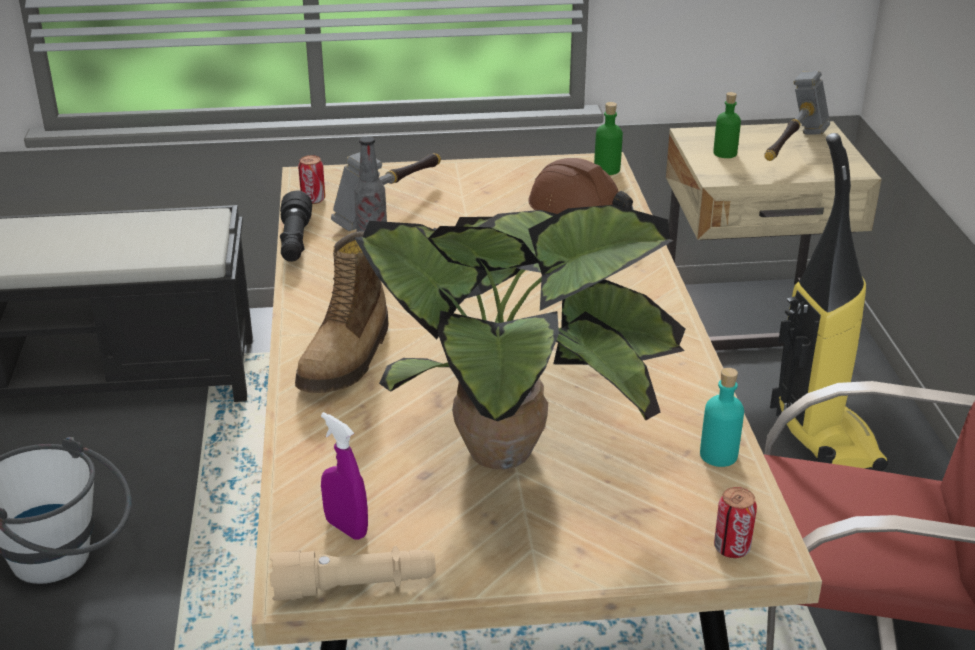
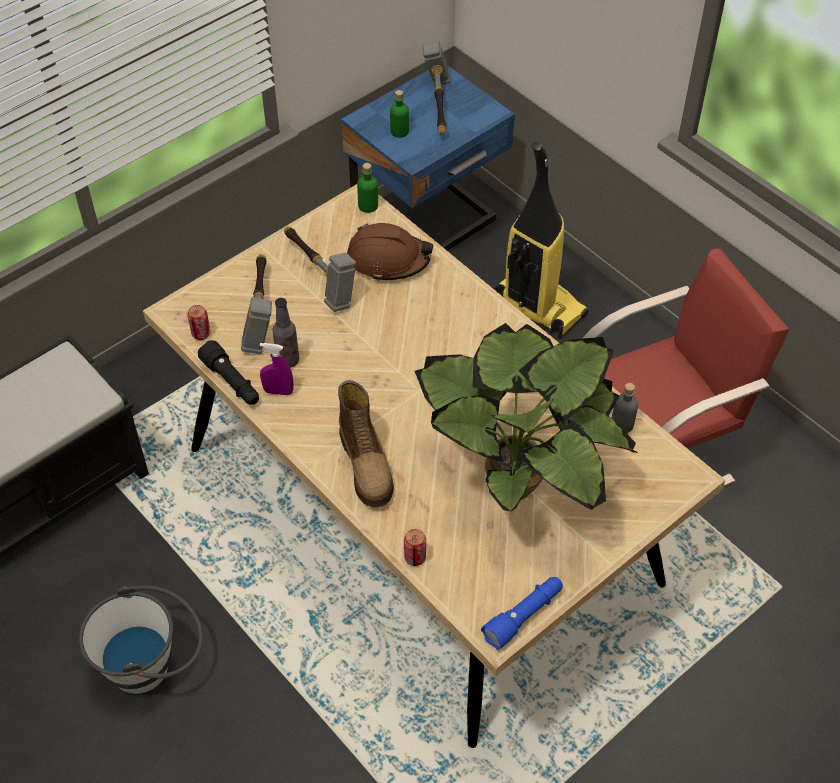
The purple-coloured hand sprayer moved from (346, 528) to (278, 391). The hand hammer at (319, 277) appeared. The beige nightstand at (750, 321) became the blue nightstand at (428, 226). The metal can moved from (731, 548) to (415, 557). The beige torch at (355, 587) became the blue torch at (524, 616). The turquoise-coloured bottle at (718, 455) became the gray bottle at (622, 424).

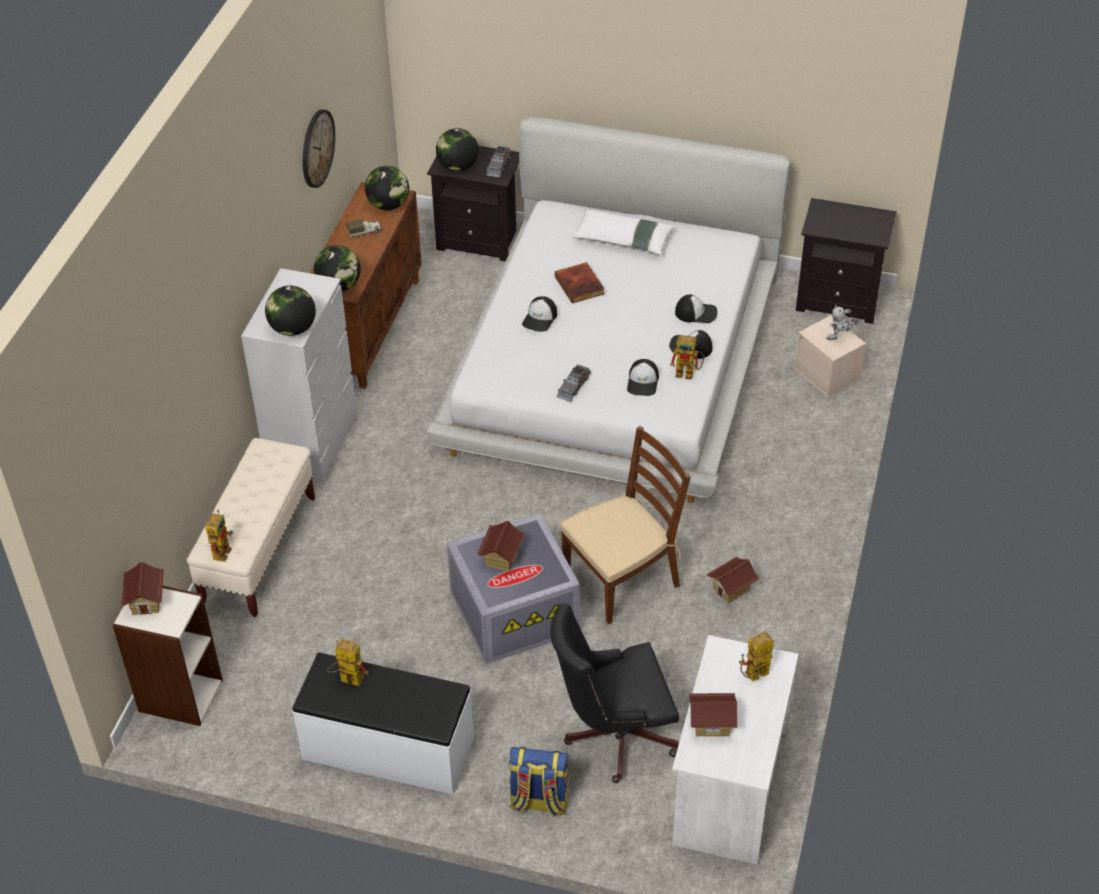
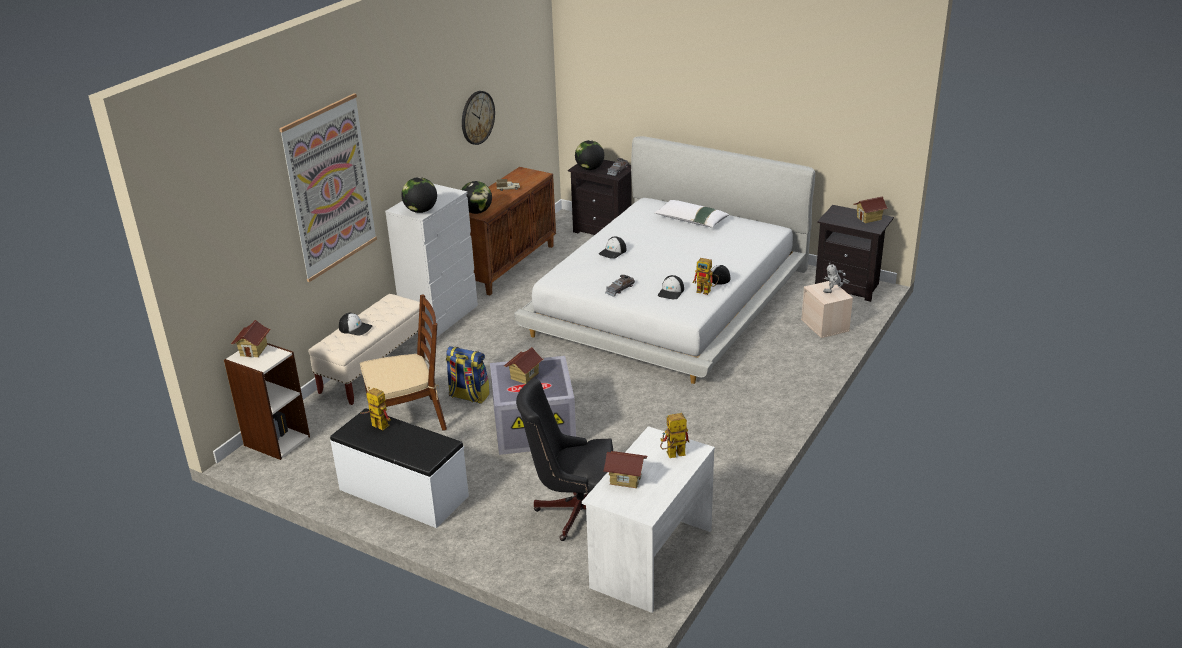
The wall art at (330, 187) appeared. The cap moved from (696, 312) to (355, 328). The brown upright chair moved from (622, 579) to (408, 420). The rucksack moved from (539, 801) to (468, 396). The toy house moved from (731, 590) to (869, 218). The toy robot at (222, 550) disappeared. The world globe at (388, 205) disappeared. The bound book at (580, 285) disappeared.

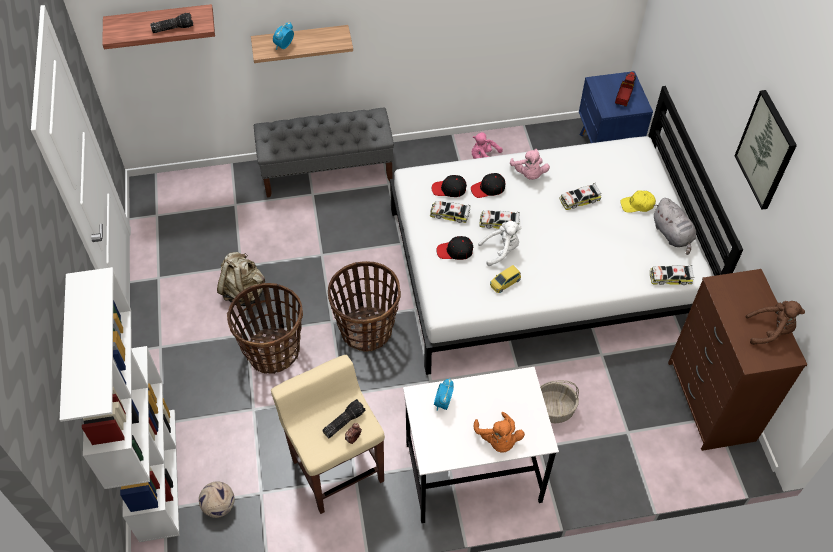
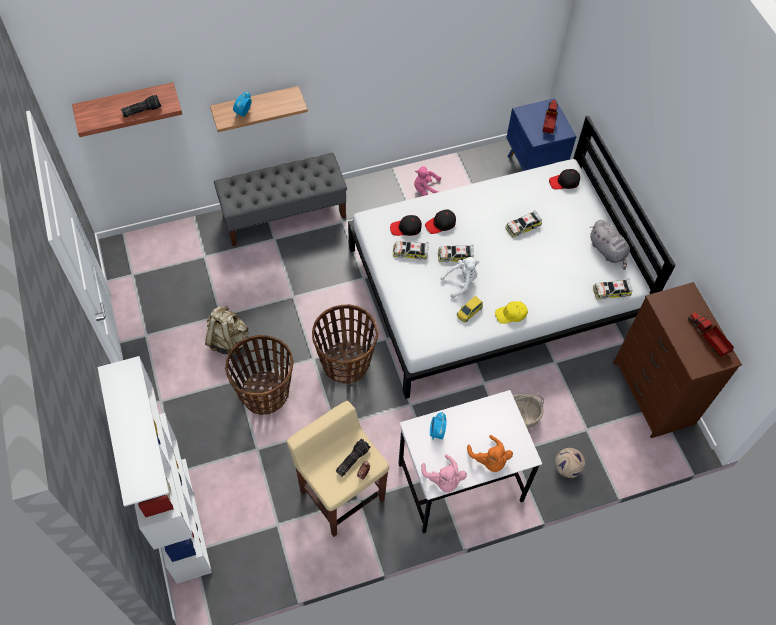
The pink-coloured cuddly toy moved from (528, 174) to (443, 479). The yellow cap moved from (637, 205) to (511, 314). The blackish cap moved from (455, 251) to (564, 182). The football ball moved from (219, 506) to (567, 468). The brown cuddly toy at (770, 331) was replaced by the model truck at (708, 338). The wall art at (766, 150) disappeared.

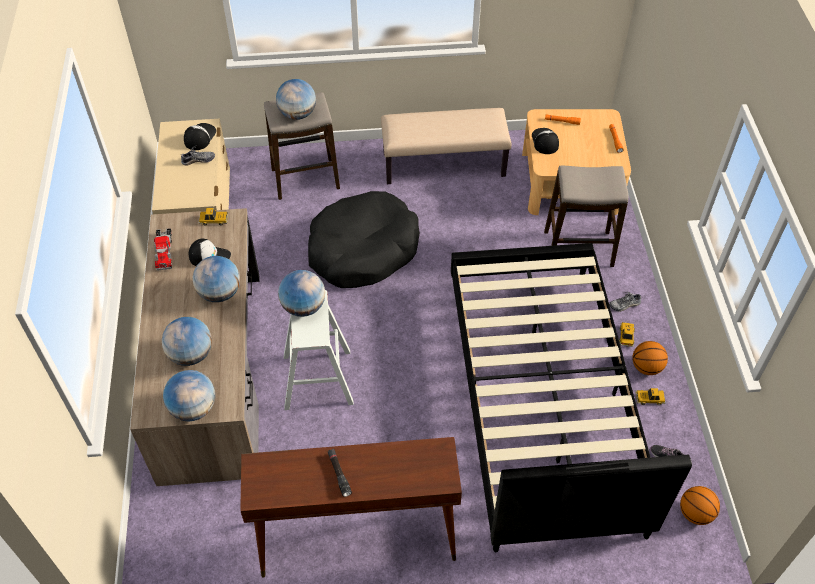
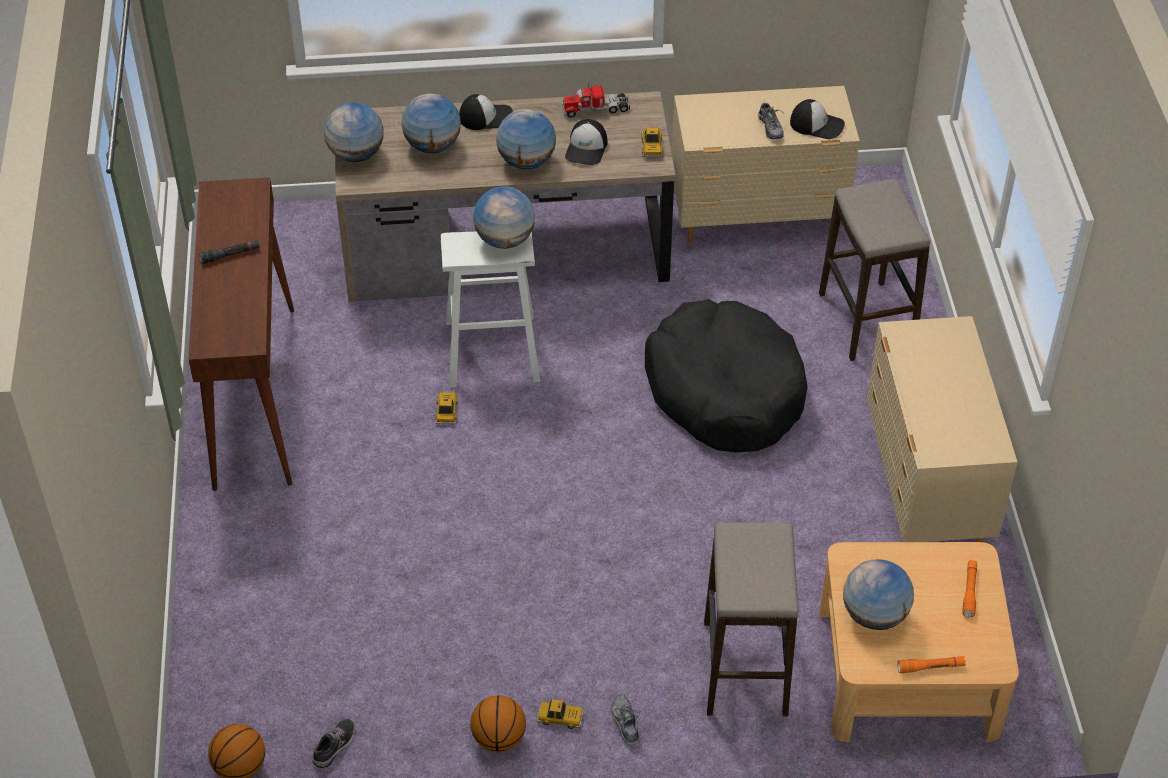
The toy car moved from (649, 398) to (446, 411). The cap moved from (544, 141) to (486, 117). The world globe moved from (298, 114) to (874, 615). The beige bench at (444, 164) was replaced by the beige dresser at (925, 492). The blackish bedroom bed at (542, 401) disappeared.

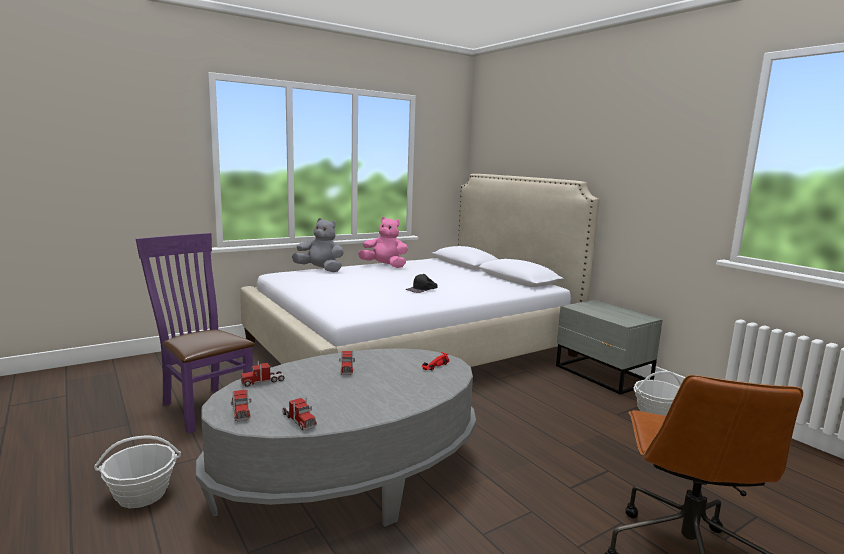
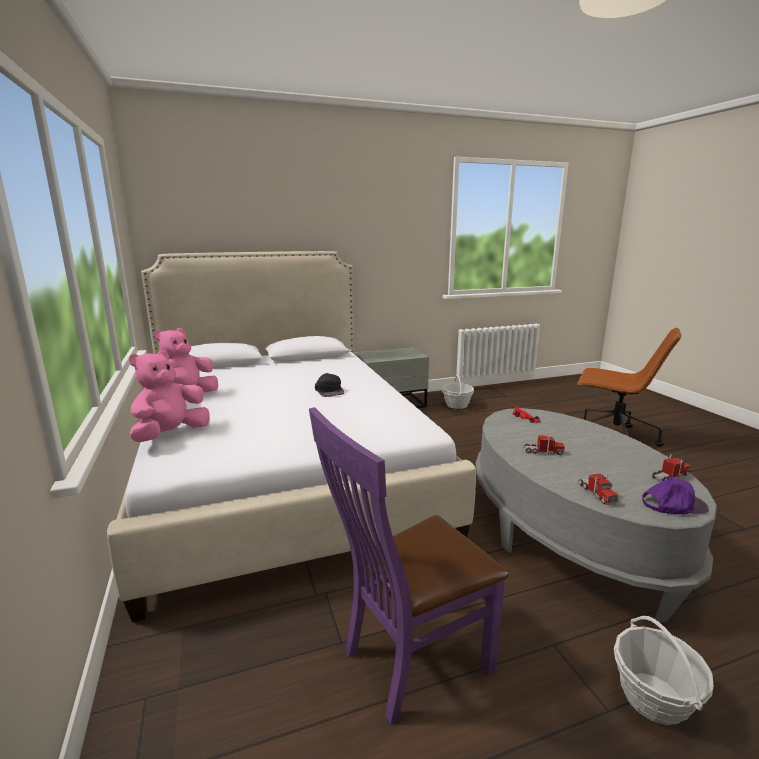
The gray cuddly toy at (320, 270) became the pink-coloured cuddly toy at (171, 435). The model truck at (241, 411) was replaced by the purple-coloured cap at (673, 504).

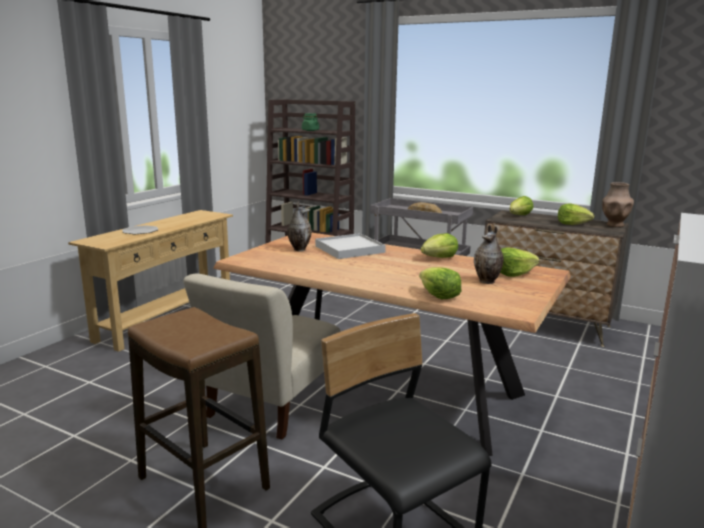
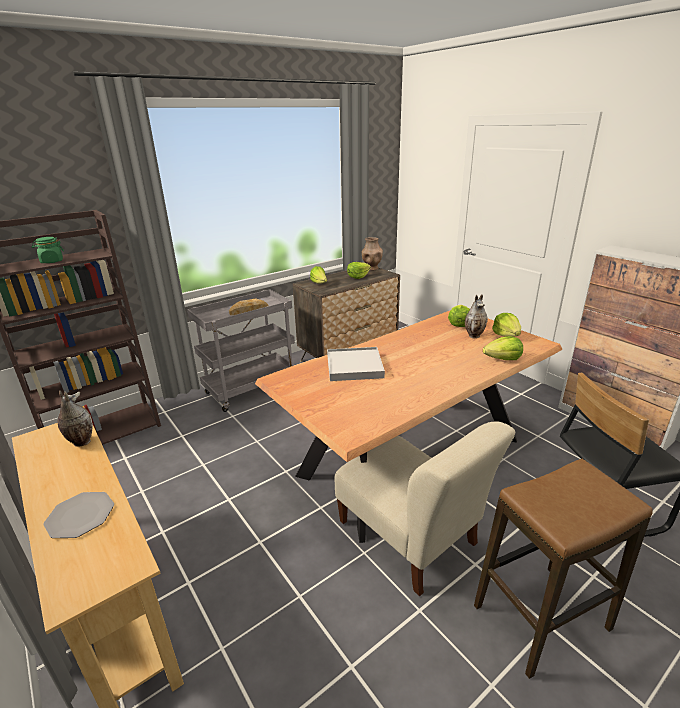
The flower vase moved from (299, 249) to (81, 442). The lettuce moved from (439, 258) to (506, 335).

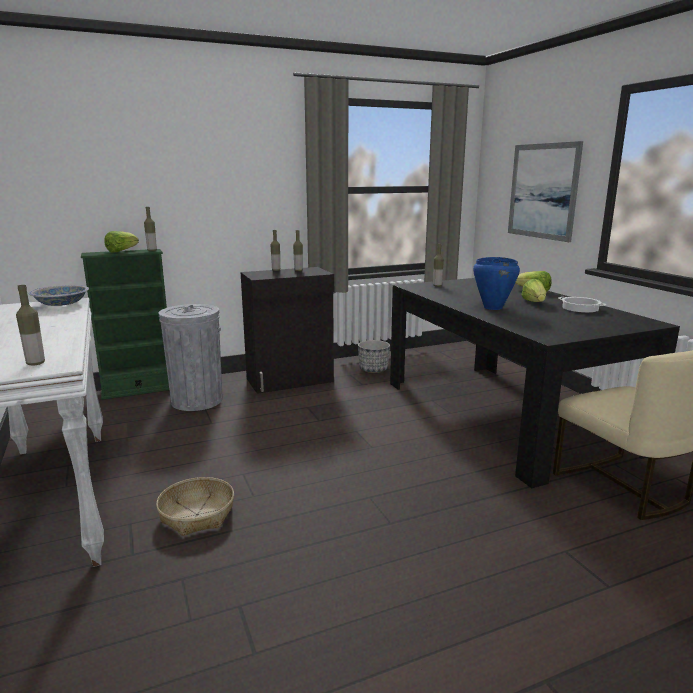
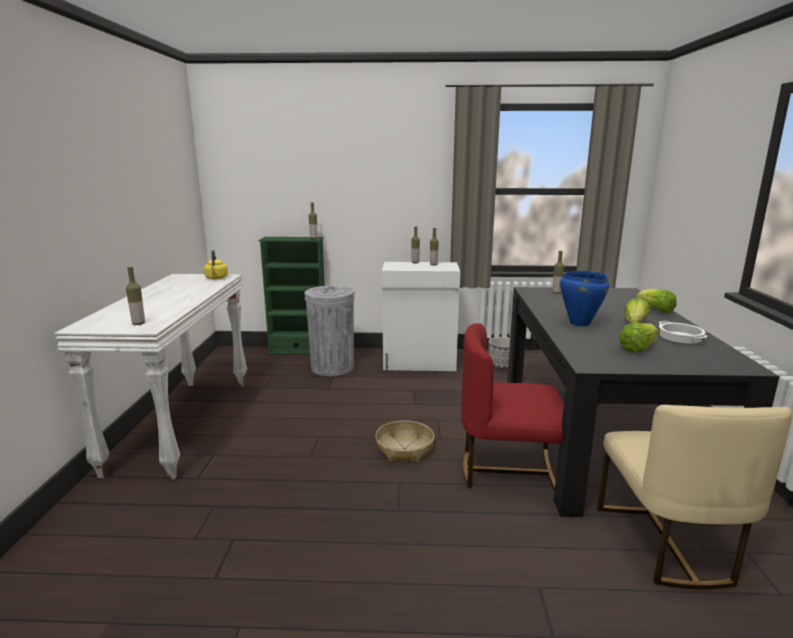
The bowl at (61, 304) was replaced by the yellow kettle at (216, 278). The household basket moved from (197, 514) to (404, 448). The blackish cupboard at (291, 380) became the whitish cupboard at (420, 363). The reddish upright chair at (509, 472) appeared. The lettuce moved from (121, 251) to (637, 348). The wall art at (542, 191) disappeared.

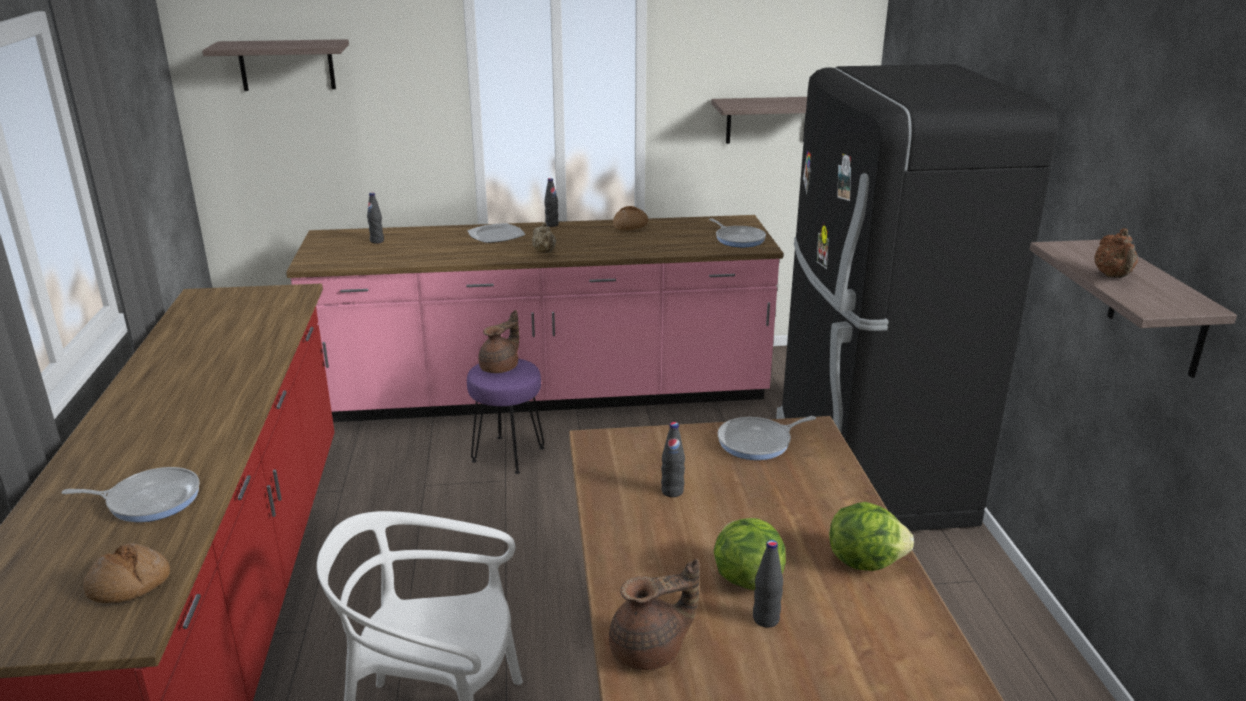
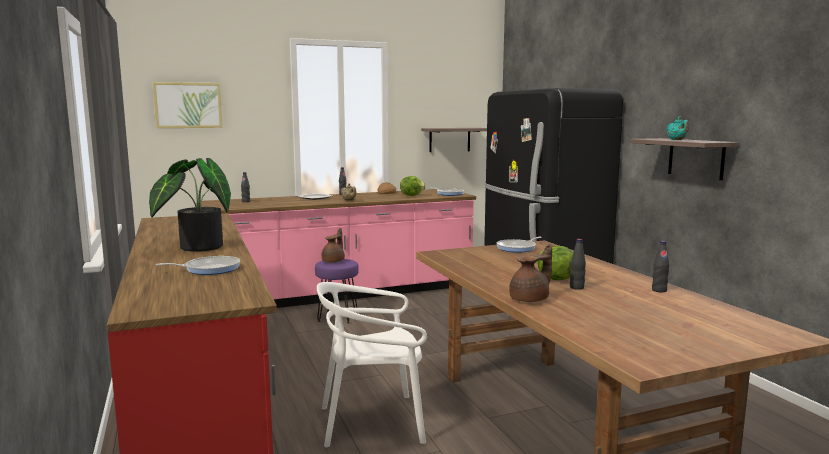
The plant in a pot at (196, 248) appeared. The bracket shelf at (287, 65) was replaced by the wall art at (188, 105). The lettuce moved from (864, 560) to (411, 195). The blackish bottle moved from (672, 491) to (659, 290). The brown tea pot at (1112, 276) became the turquoise-coloured tea pot at (677, 140). The baked bread at (129, 584) disappeared.

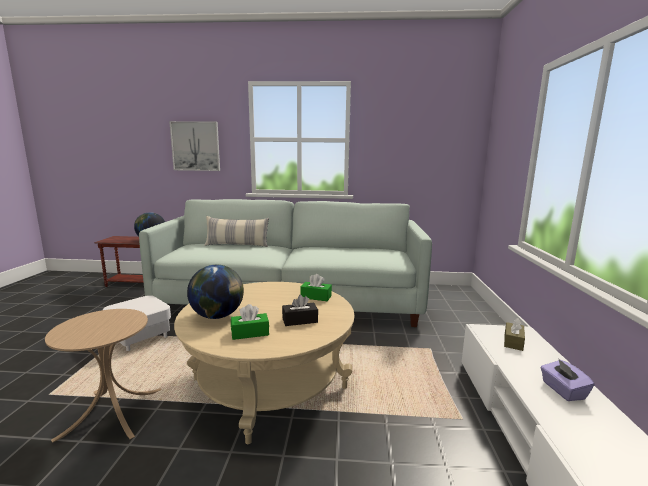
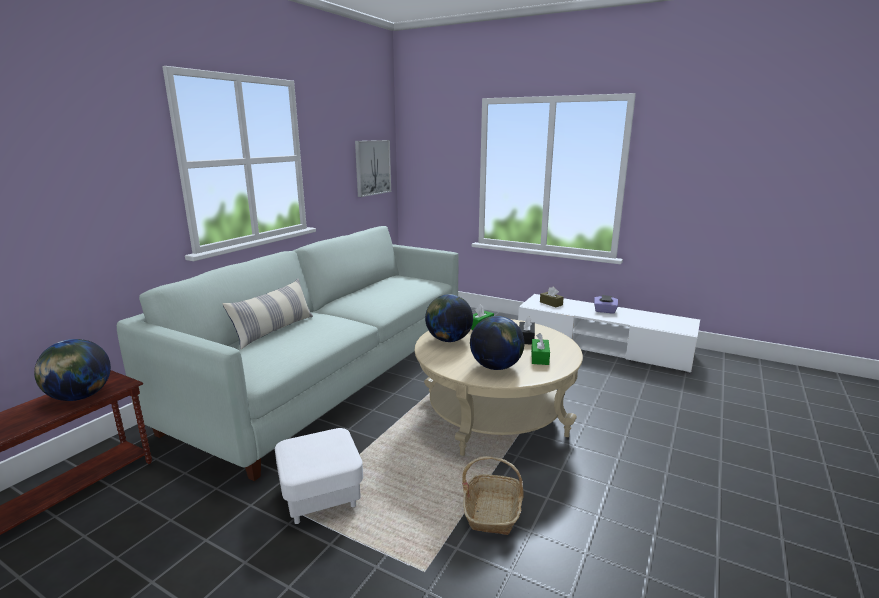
The wall art moved from (196, 146) to (372, 167). The world globe at (448, 340) appeared. The beige side table at (112, 412) was replaced by the household basket at (492, 511).

